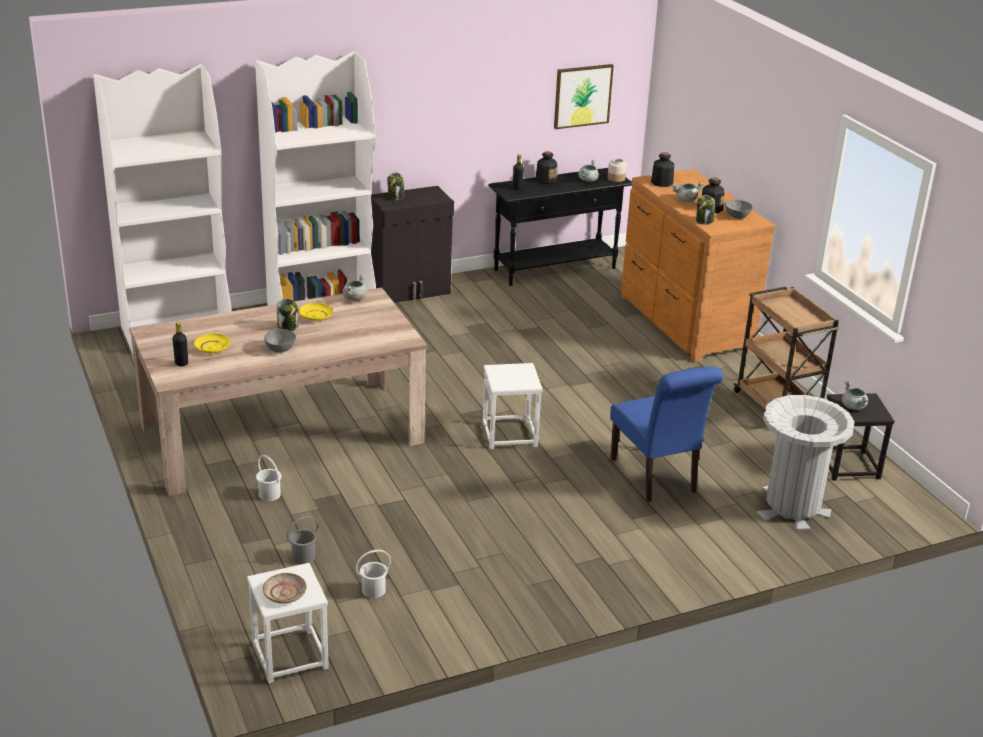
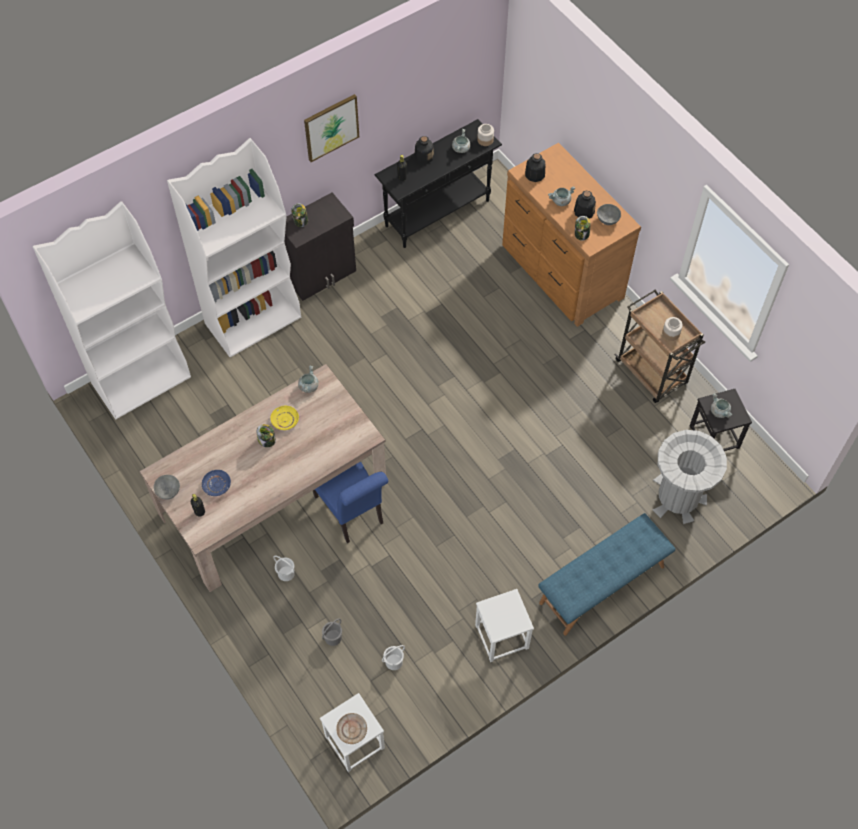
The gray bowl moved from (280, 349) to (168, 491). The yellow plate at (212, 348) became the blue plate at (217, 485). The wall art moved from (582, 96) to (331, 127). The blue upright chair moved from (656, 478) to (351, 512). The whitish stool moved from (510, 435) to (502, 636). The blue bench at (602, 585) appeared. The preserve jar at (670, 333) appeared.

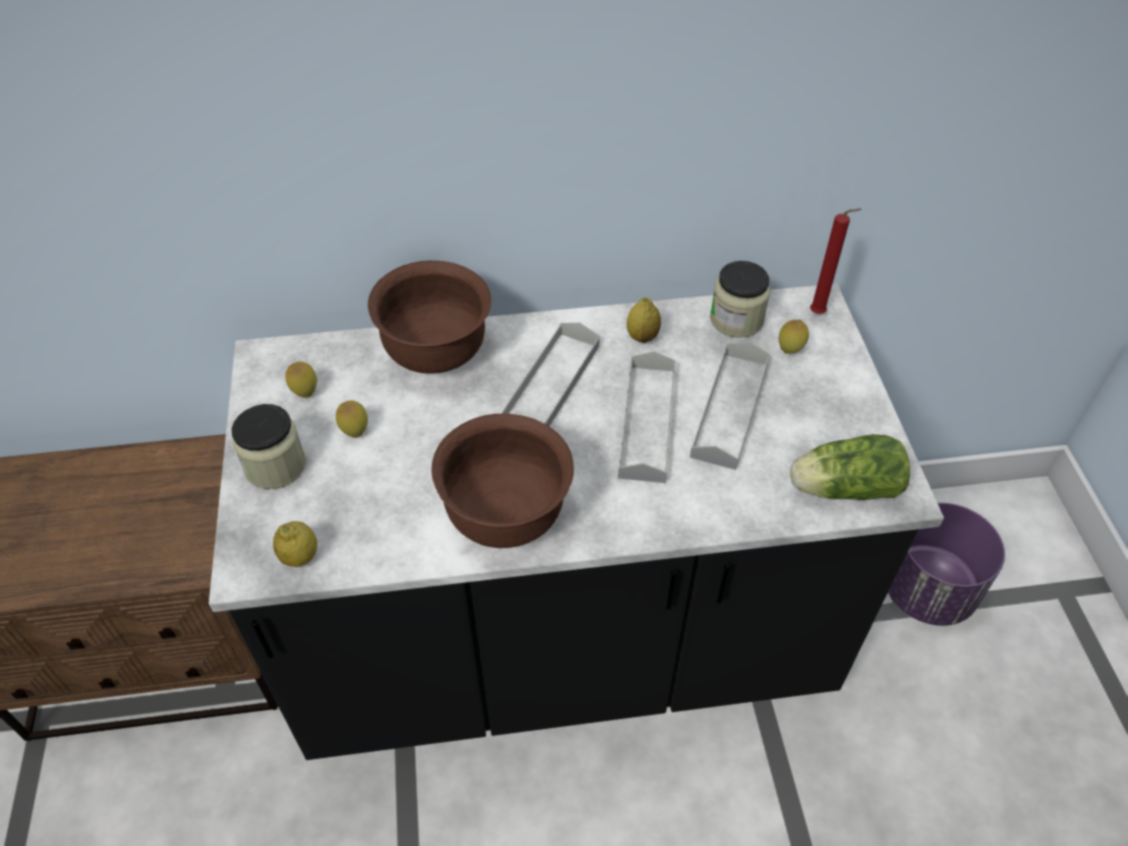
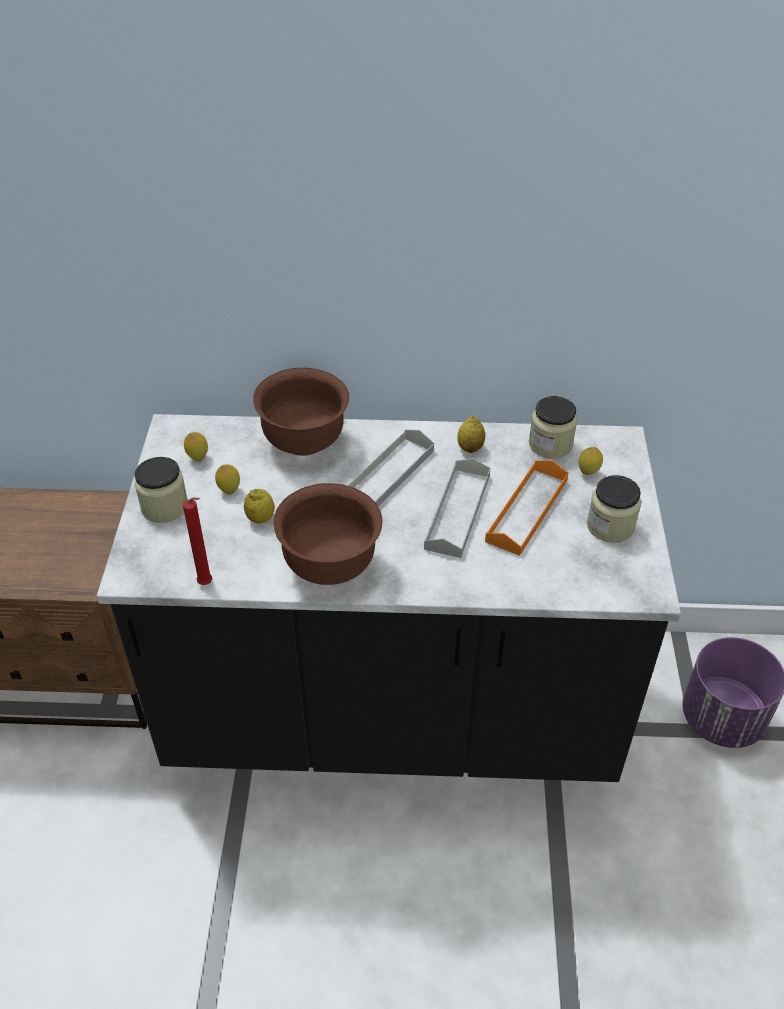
The reddish wax light moved from (819, 314) to (207, 584). The citrus fruit moved from (300, 557) to (260, 518). The gray serving tray at (730, 409) became the orangey serving tray at (527, 510). The preserve jar at (610, 526) appeared. The lettuce at (841, 488) disappeared.

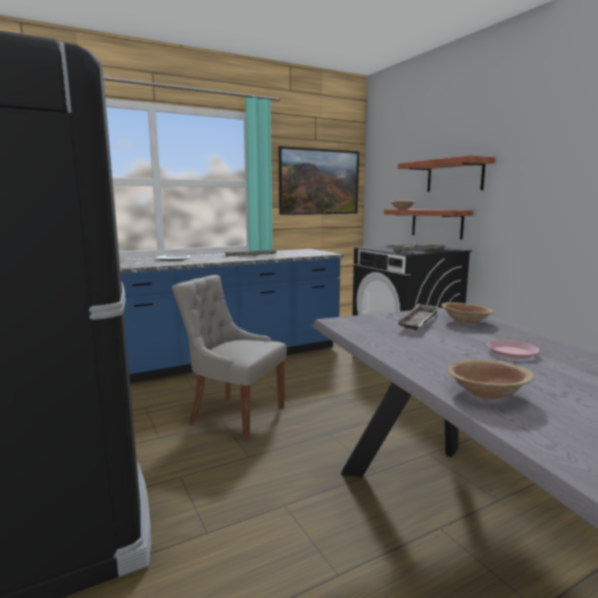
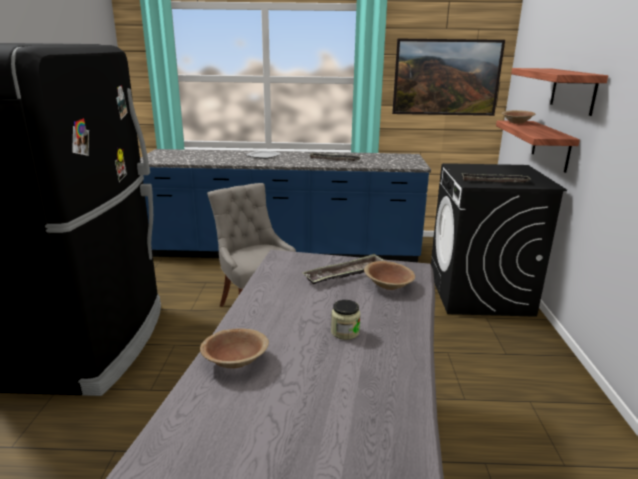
The pink-coloured plate at (511, 353) was replaced by the preserve jar at (345, 332).

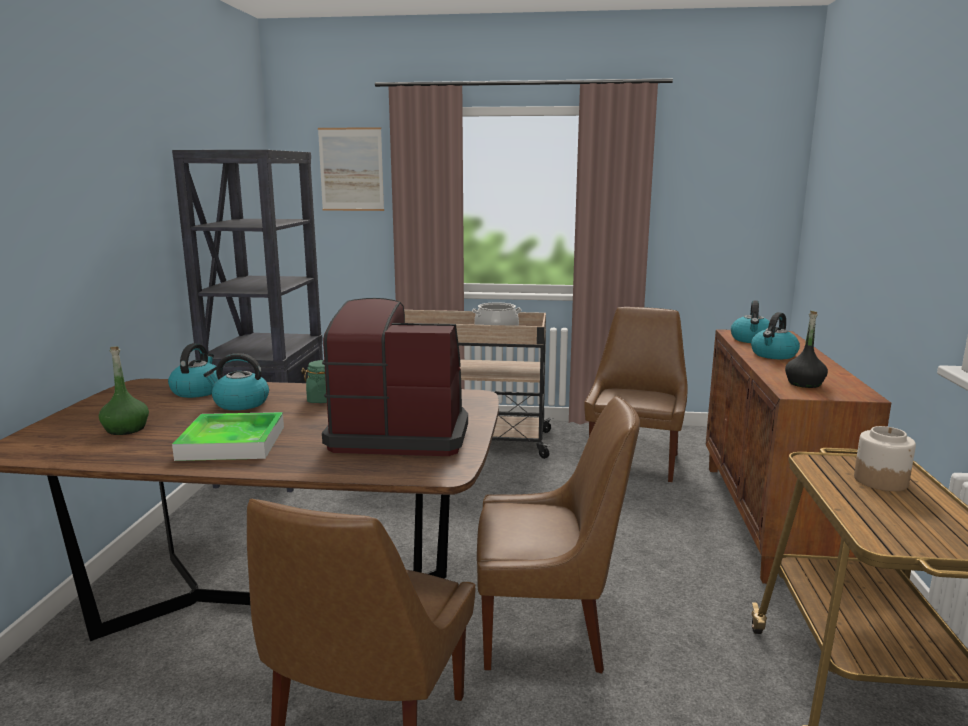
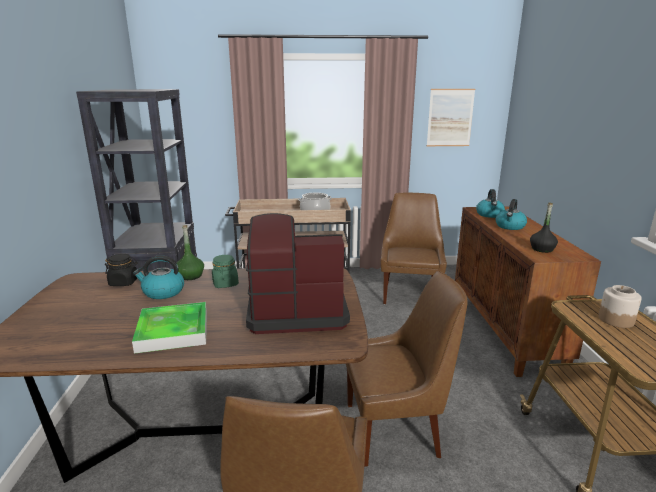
The kettle at (197, 391) was replaced by the blackish preserve jar at (124, 282). The green-coloured bottle moved from (126, 429) to (190, 276). The wall art moved from (351, 169) to (450, 118).

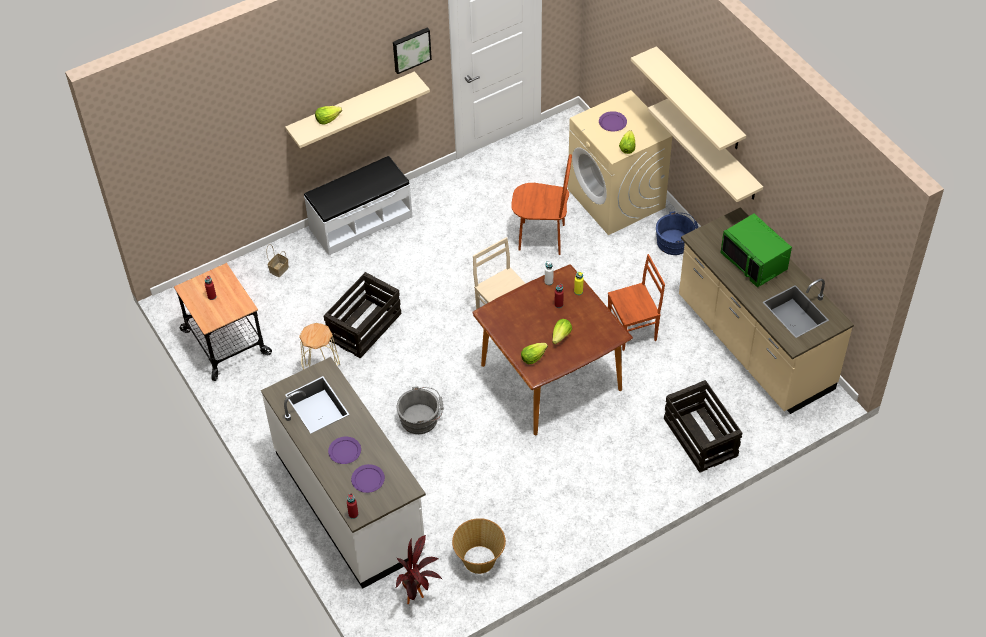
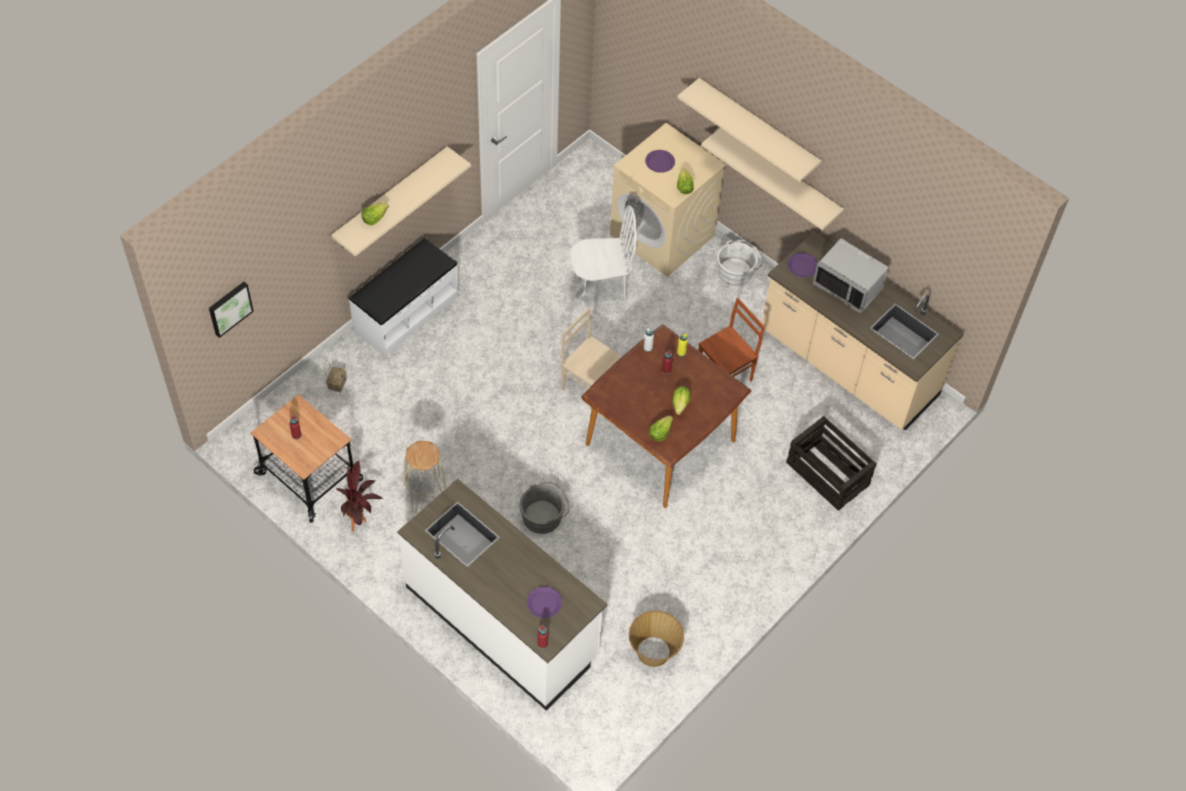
The wall art moved from (411, 49) to (229, 308). The plant in a pot moved from (418, 596) to (361, 521). The brown upright chair at (541, 237) became the whitish upright chair at (600, 293). The blue water bucket at (676, 242) became the whitish water bucket at (737, 271). The purple-coloured plate moved from (344, 451) to (802, 266). The green-coloured kitchen microwave at (754, 261) became the gray kitchen microwave at (848, 286). The shipping crate at (364, 326) disappeared.

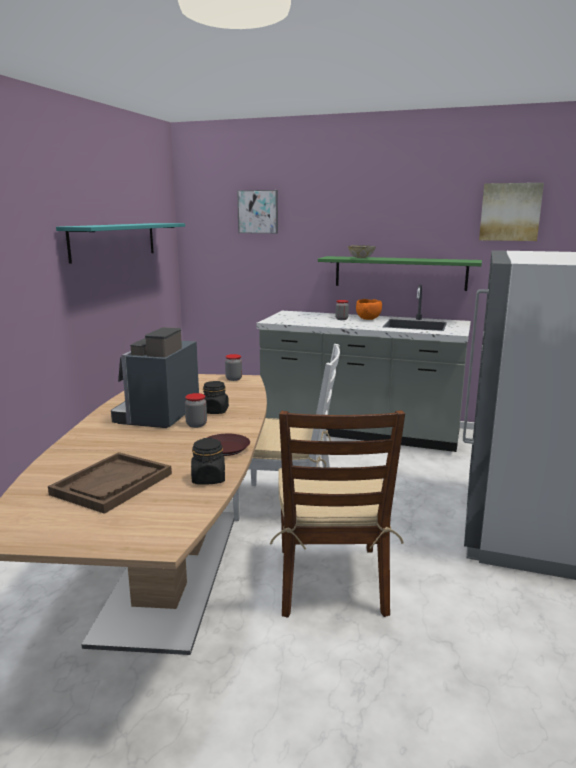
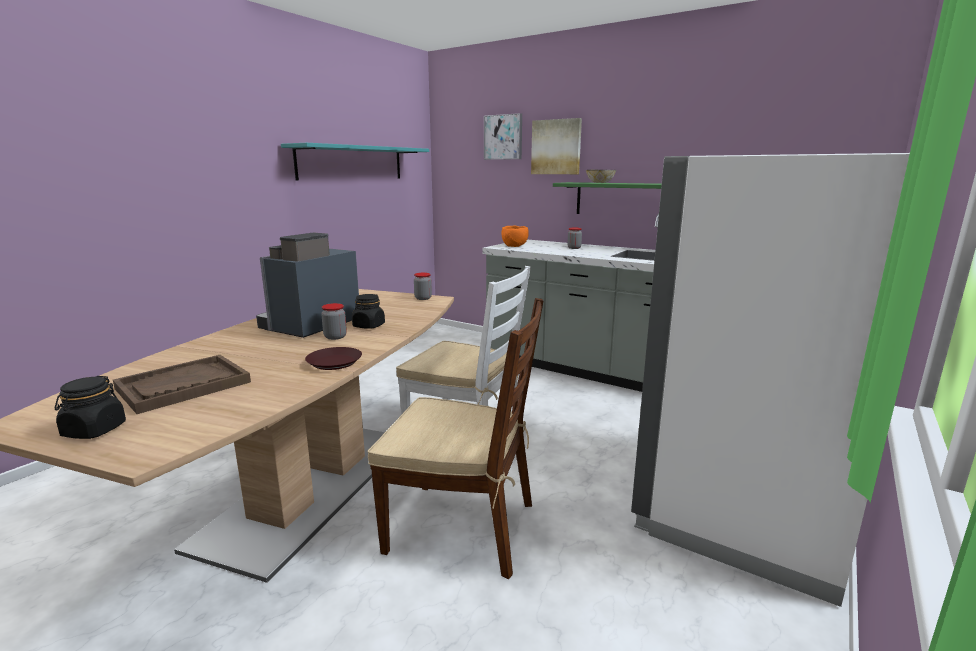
The blackish preserve jar moved from (208, 479) to (94, 430). The brown upright chair at (331, 581) turned 90 degrees counterclockwise. The orangey bowl moved from (368, 319) to (514, 246). The wall art moved from (510, 212) to (556, 147).

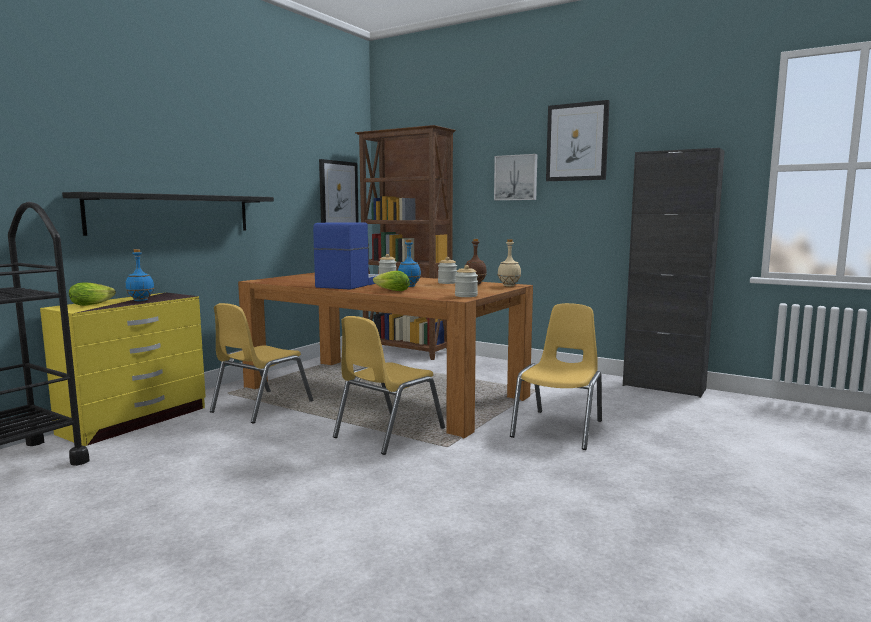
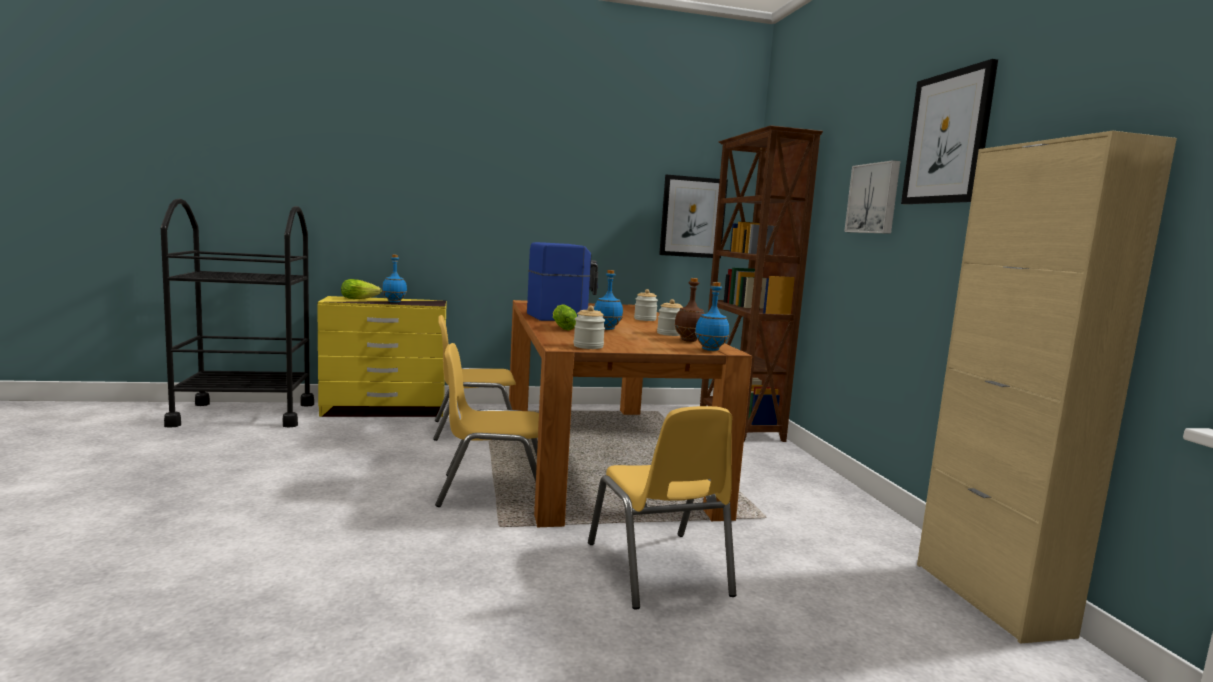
The yellow upright chair at (559, 429) turned 90 degrees clockwise. The beige bottle at (509, 286) became the blue bottle at (710, 350). The blackish cupboard at (663, 387) became the beige cupboard at (990, 598). The blackish bracket shelf at (173, 214) disappeared.

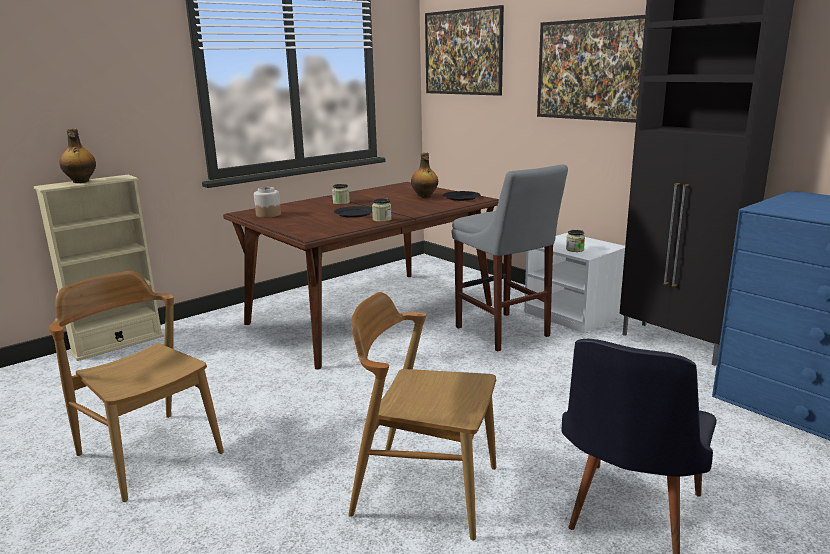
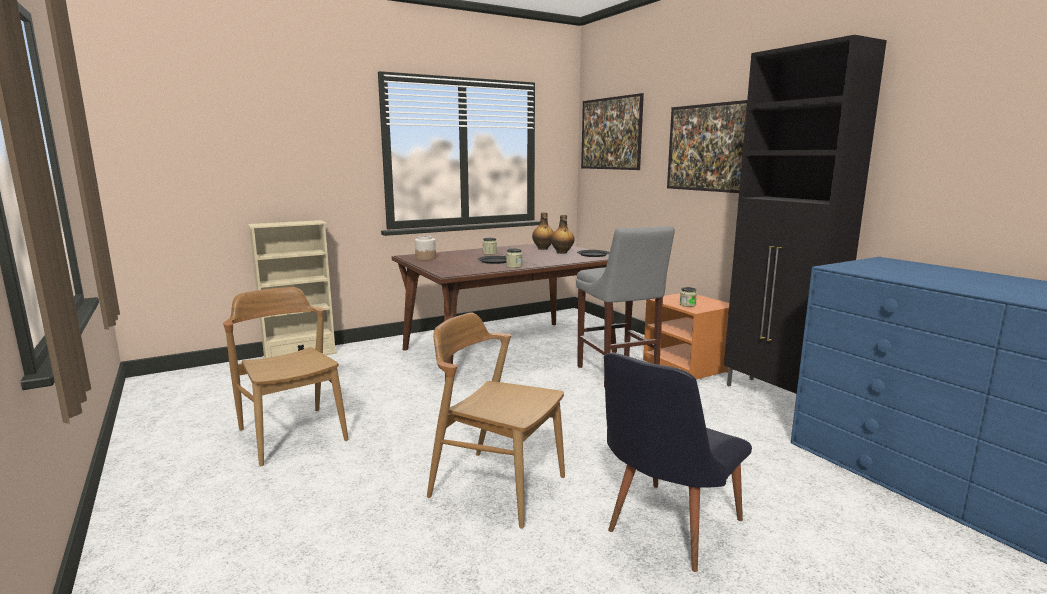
The bottle moved from (81, 182) to (543, 249). The whitish nightstand at (574, 315) became the orangey nightstand at (688, 366).

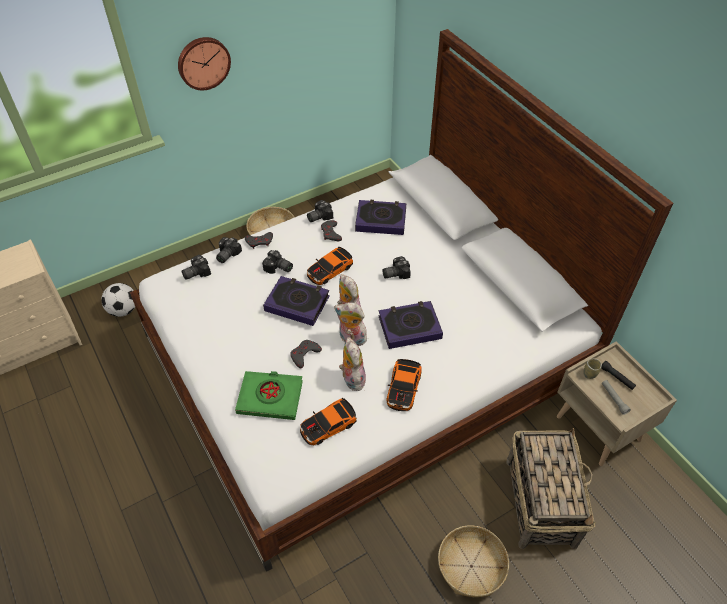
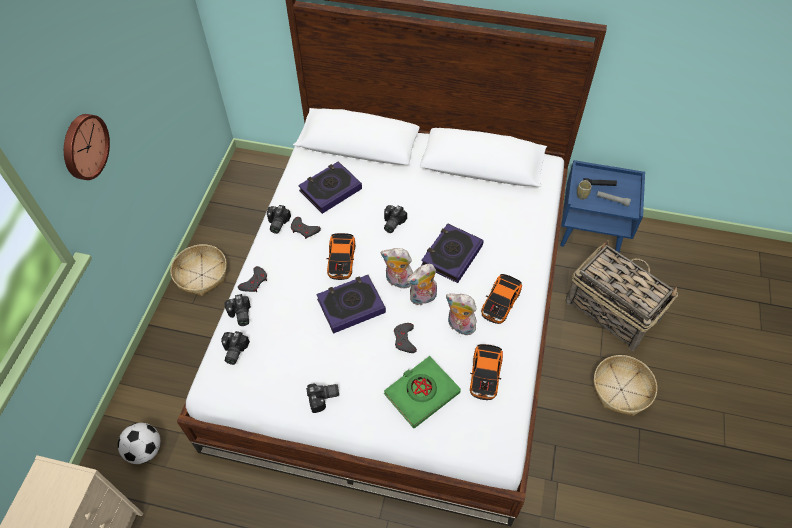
The still camera moved from (278, 268) to (324, 399). The toy car at (404, 388) turned 60 degrees clockwise. The beige nightstand at (599, 428) became the blue nightstand at (591, 232).

